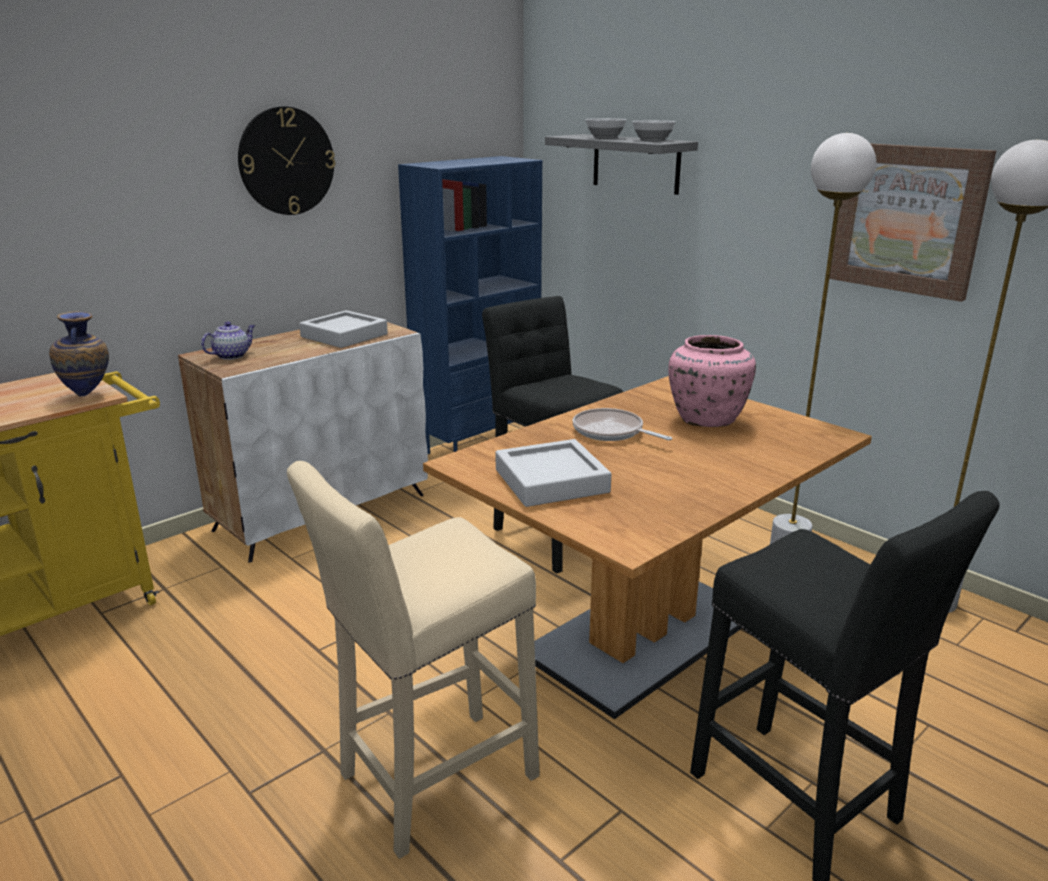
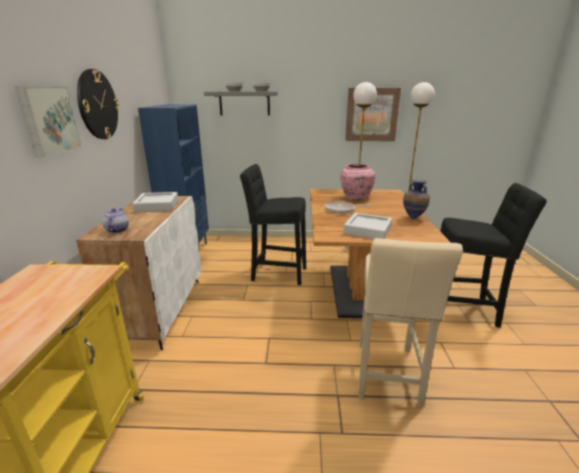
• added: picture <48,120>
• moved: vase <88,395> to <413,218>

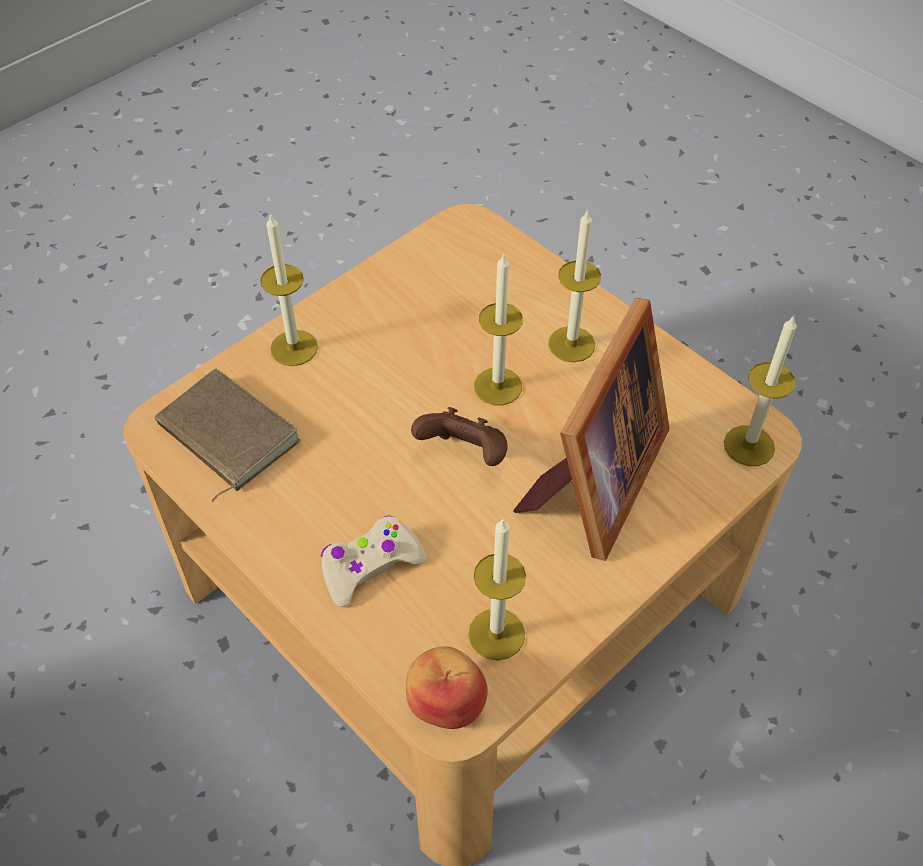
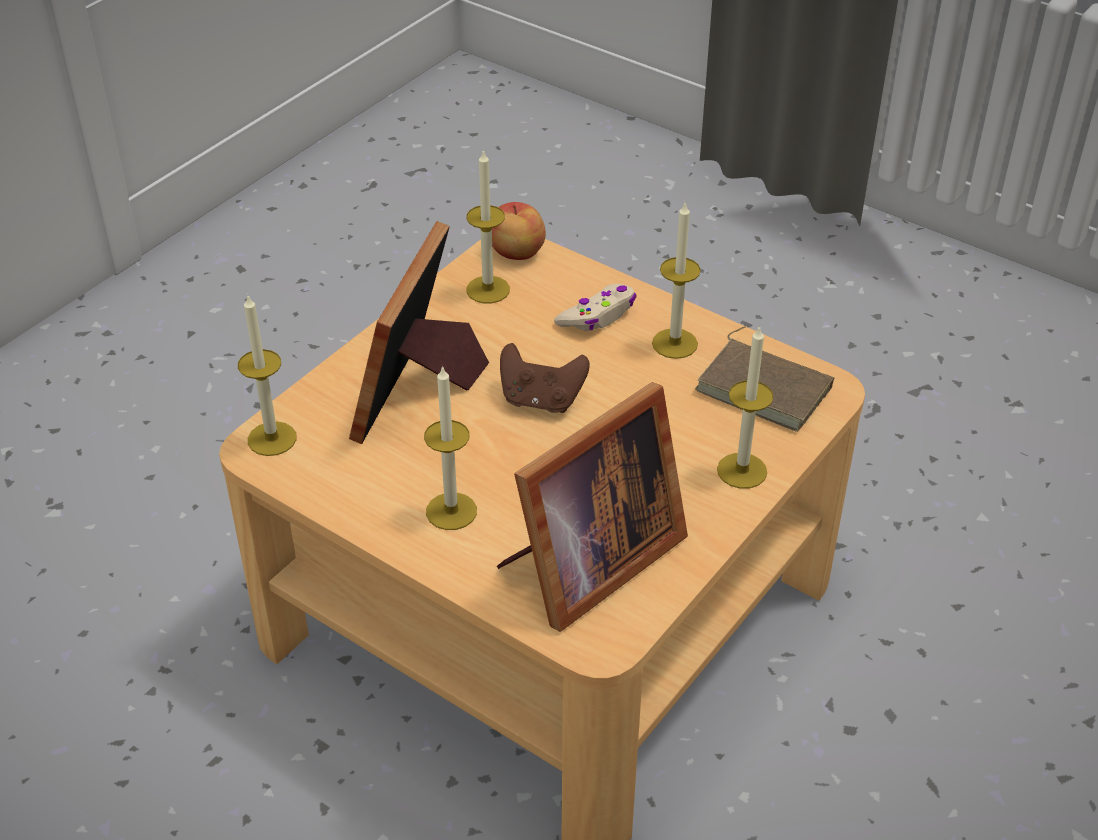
• added: picture frame <586,564>
• moved: candle <498,386> to <674,343>

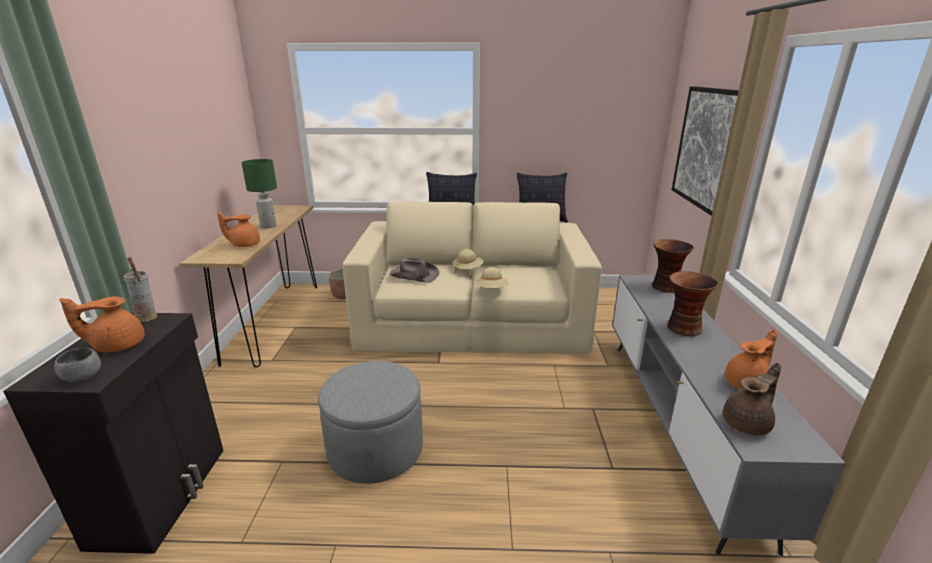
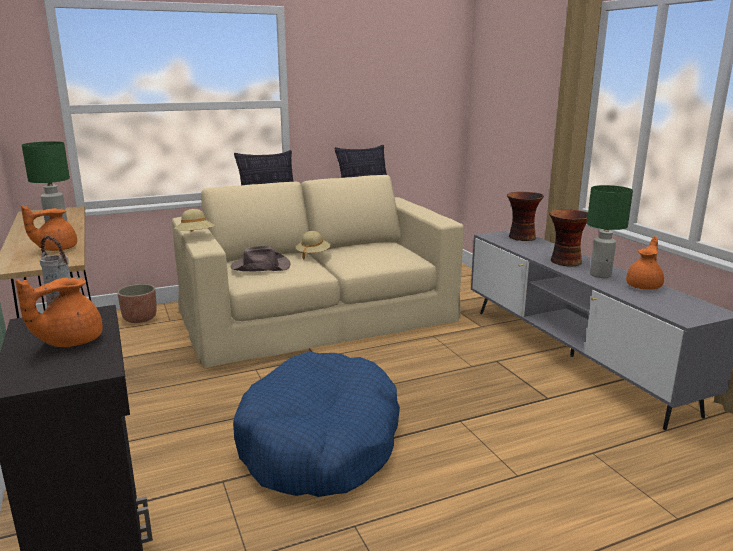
• removed: grey bowl <82,377>
• removed: picture <706,148>
• removed: brown teapot <747,424>
• added: green table lamp <600,275>
• moved: beige hat <491,290> to <195,236>
• replaced: grey ottoman <375,449> to blue dog bed <320,443>

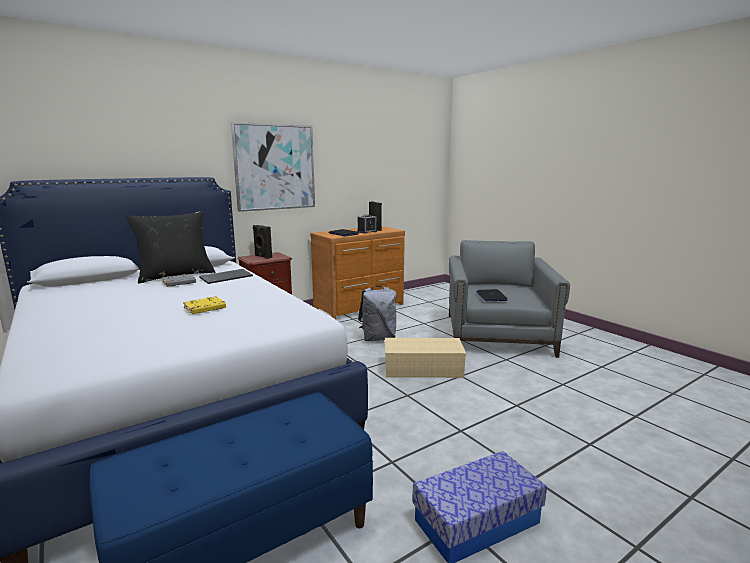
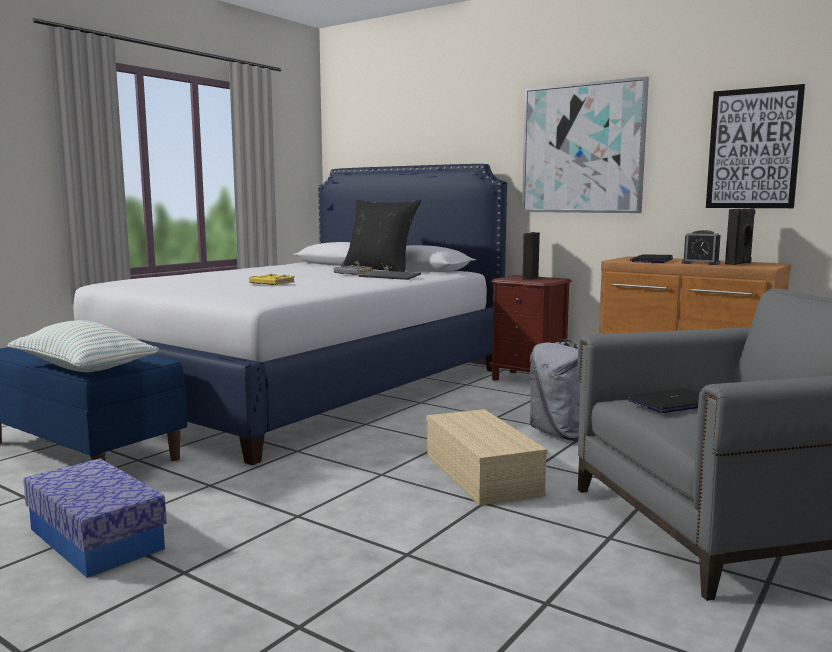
• added: pillow <83,369>
• added: picture <753,149>

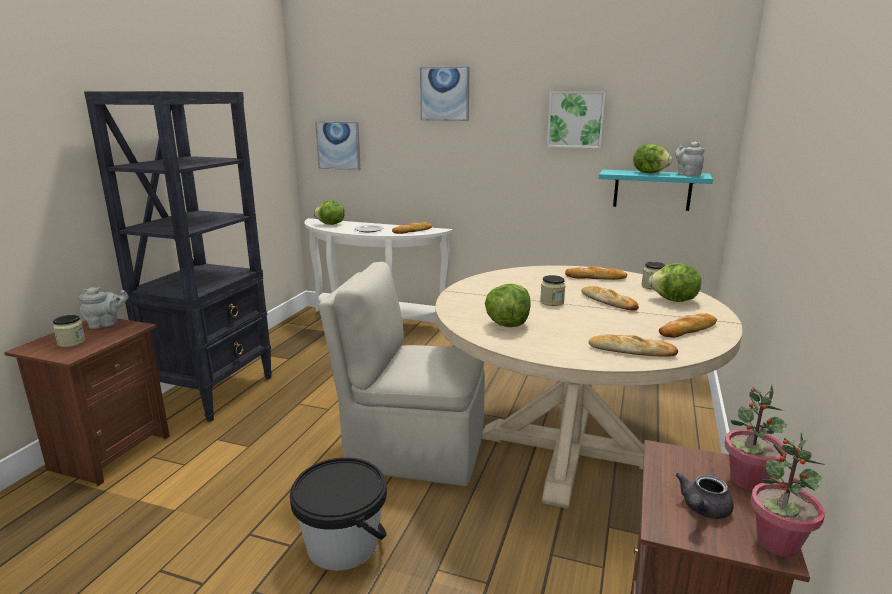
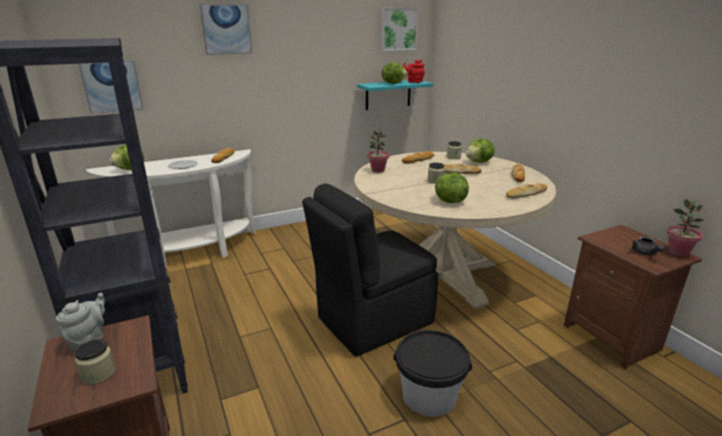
• moved: picture <576,119> to <398,29>
• moved: potted plant <747,480> to <378,170>
• recoloured: beige chair <412,450> to black chair <372,321>
• recoloured: grey teapot <687,174> to red teapot <413,82>

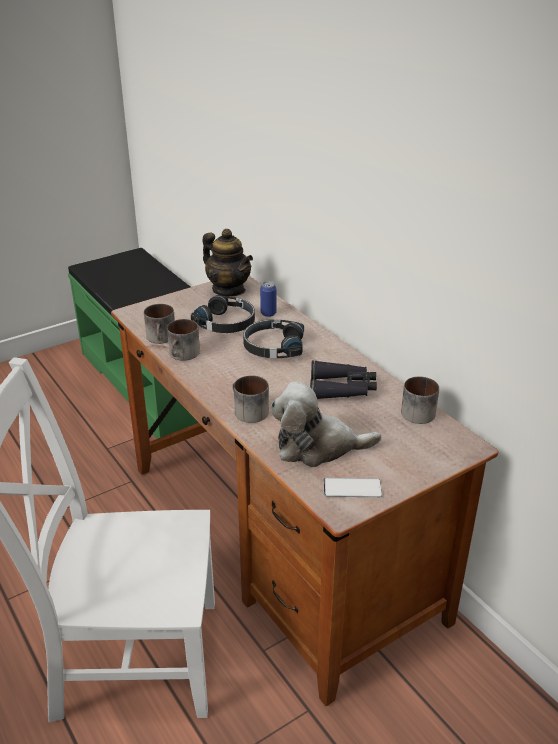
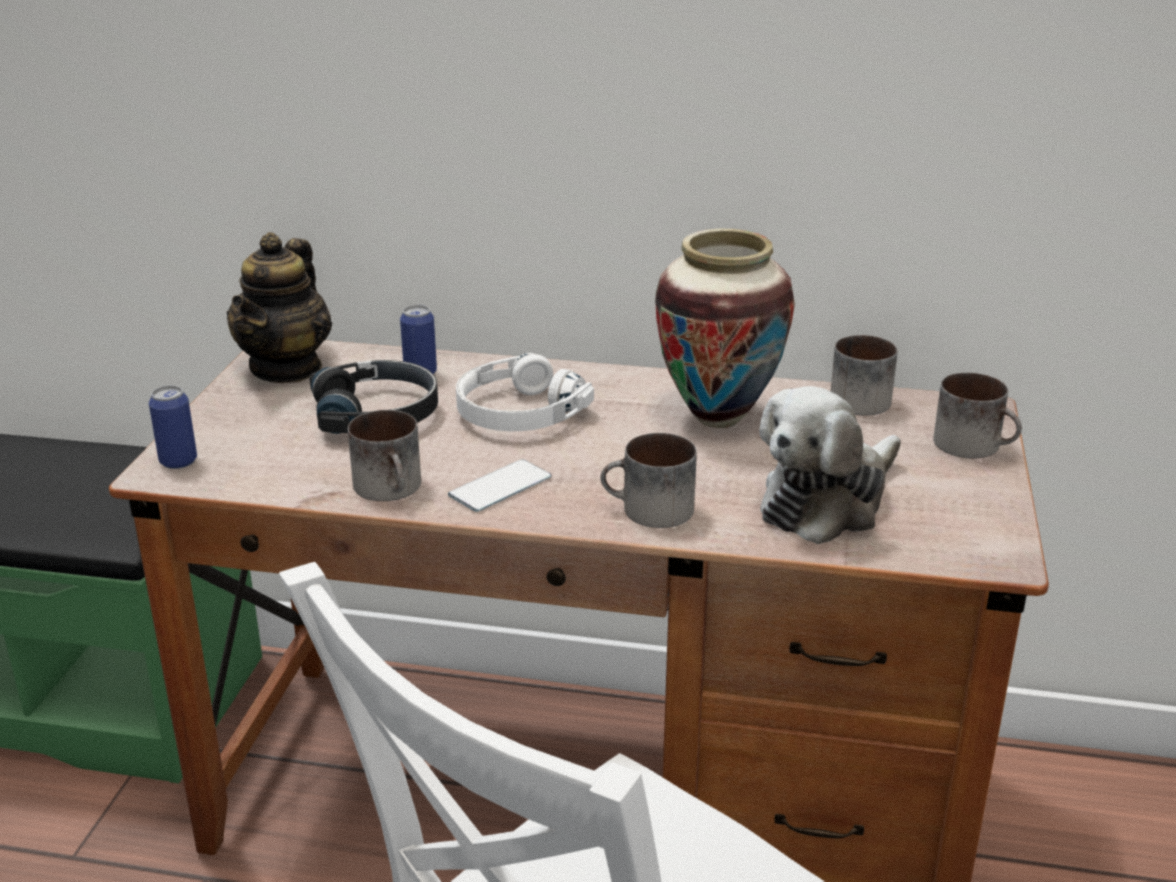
• added: can <178,461>
• moved: mug <162,338> to <975,445>
• moved: phone <352,488> to <500,486>
• replaced: black binoculars <342,389> to vase <718,418>
• recoloured: black headphones <273,347> to white headphones <517,413>
• turned: teapot <229,290> = <286,368> 105 degrees clockwise

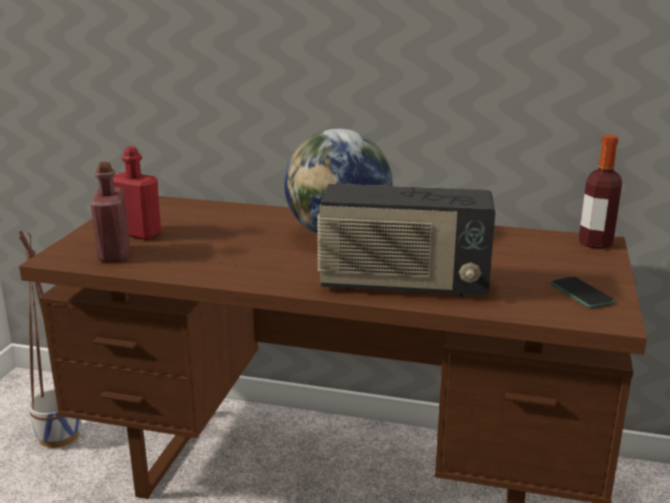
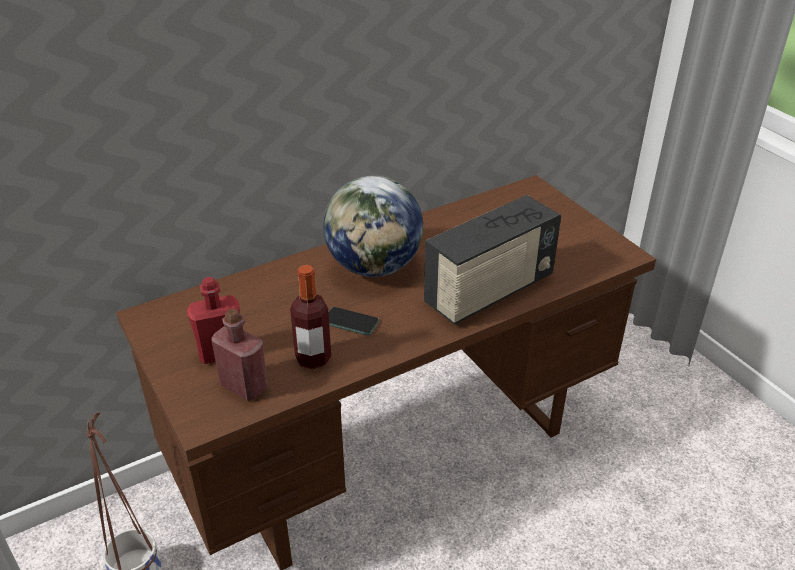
• moved: phone <581,294> to <350,322>
• moved: bottle <595,243> to <313,358>

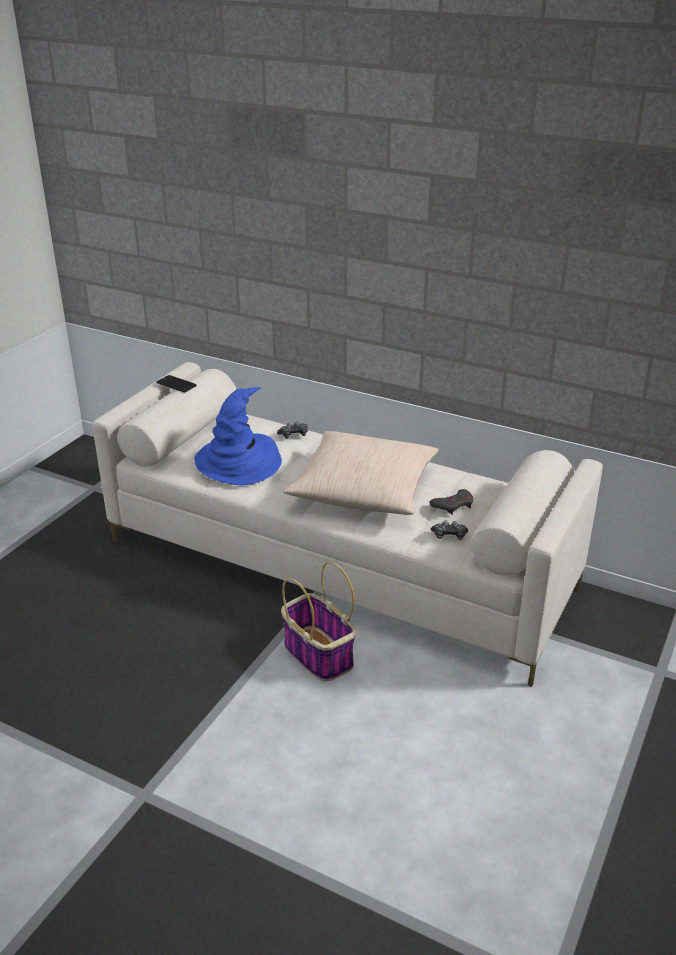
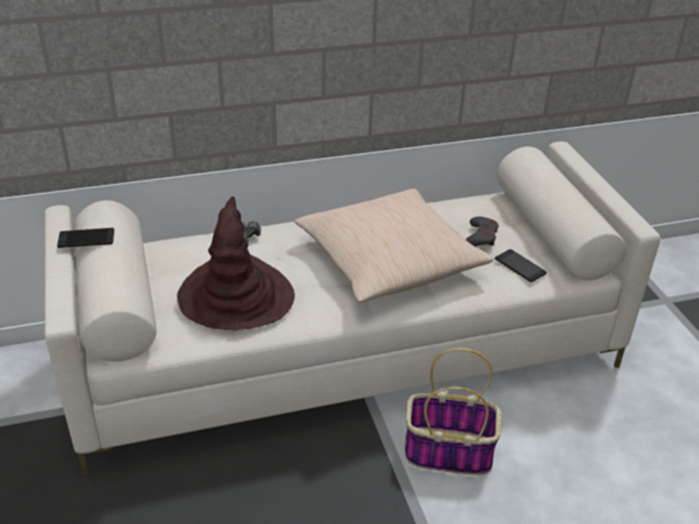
• replaced: game controller <449,536> to phone <520,266>
• recoloured: blue hat <239,462> to brown hat <236,296>

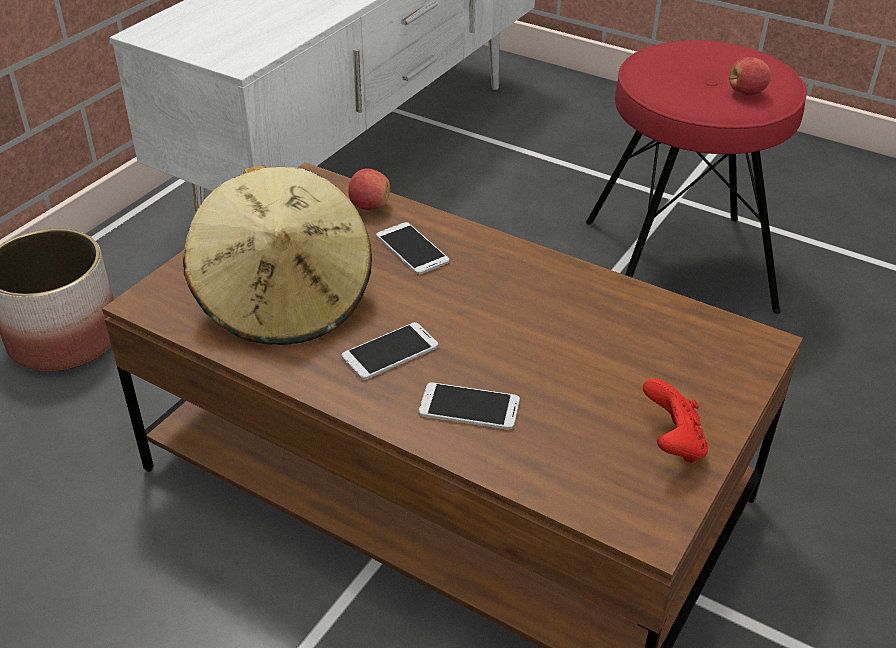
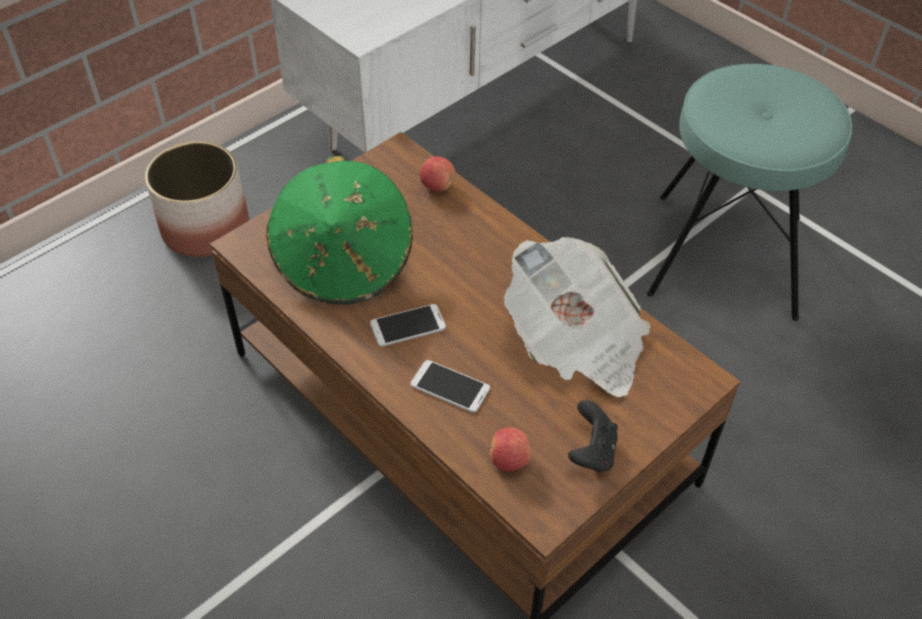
• removed: phone <412,249>
• added: newspaper <576,342>
• moved: apple <745,93> to <508,460>
• recoloured: beige hat <285,300> to green hat <344,262>
• recoloured: red stool <678,265> to turquoise stool <726,255>
• recoloured: red game controller <672,443> to black game controller <592,451>

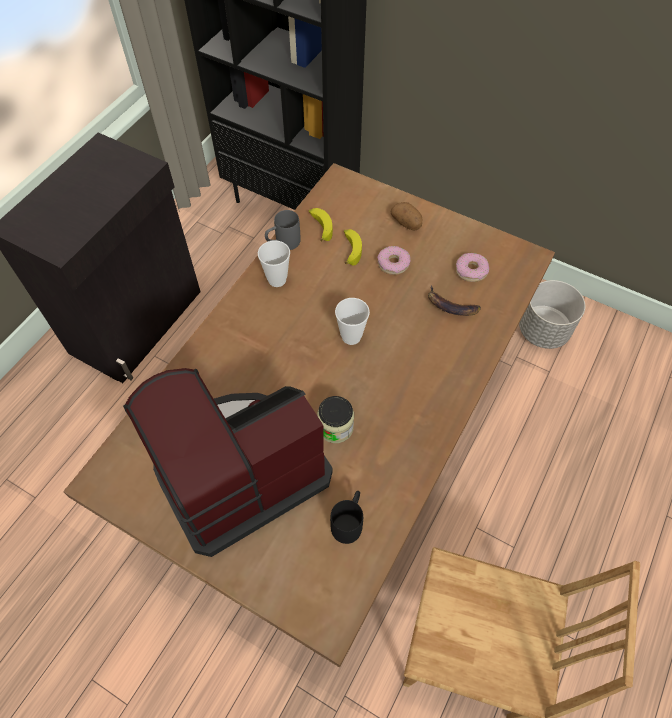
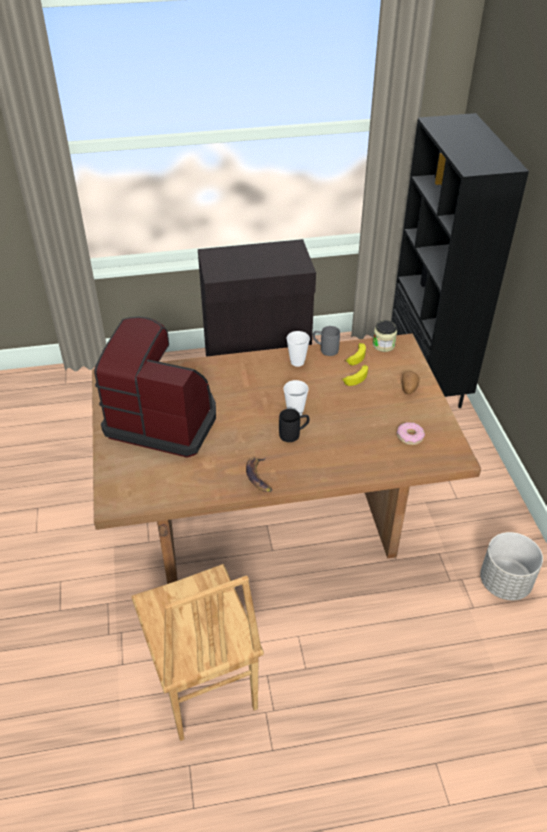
• removed: donut <393,263>
• moved: jar <335,427> to <383,345>
• moved: black mug <349,521> to <294,434>
• moved: banana <450,306> to <258,476>

